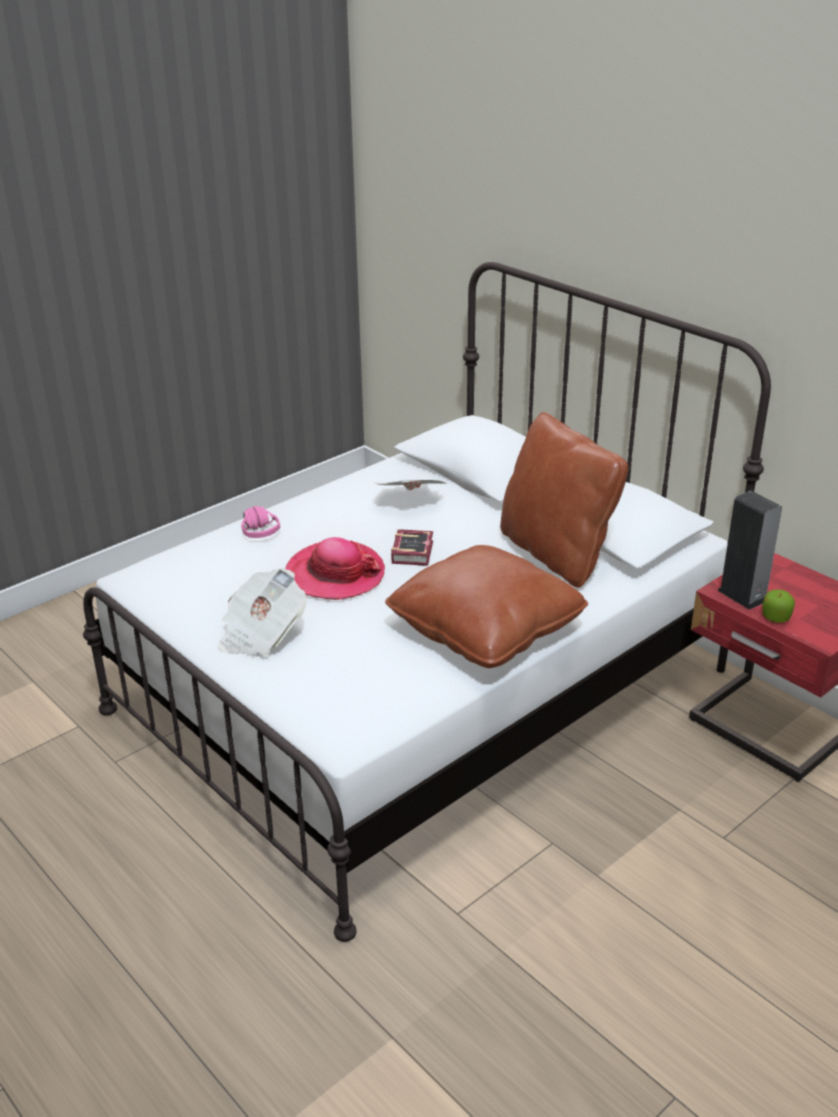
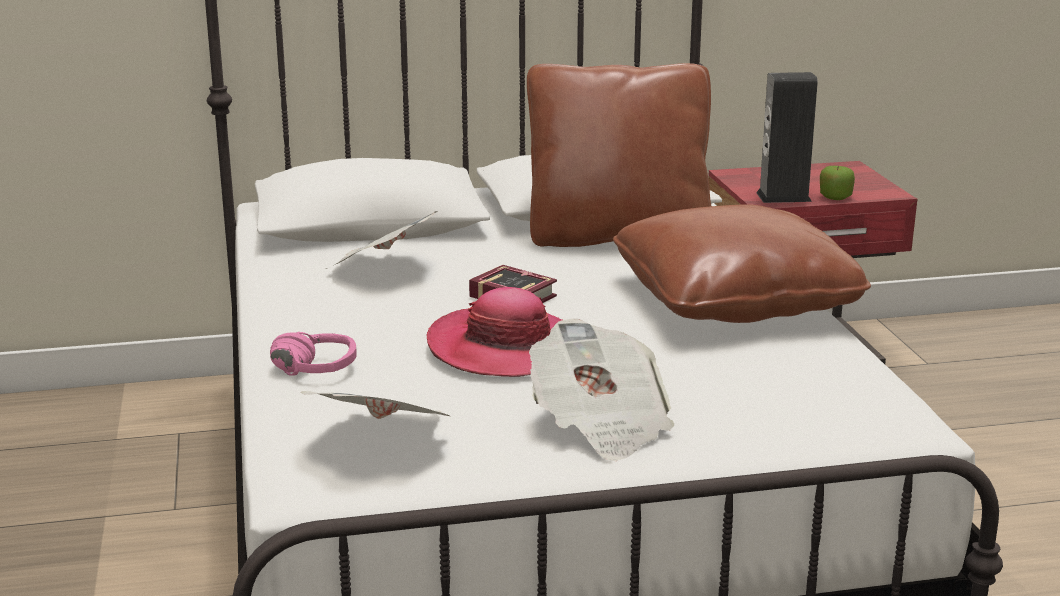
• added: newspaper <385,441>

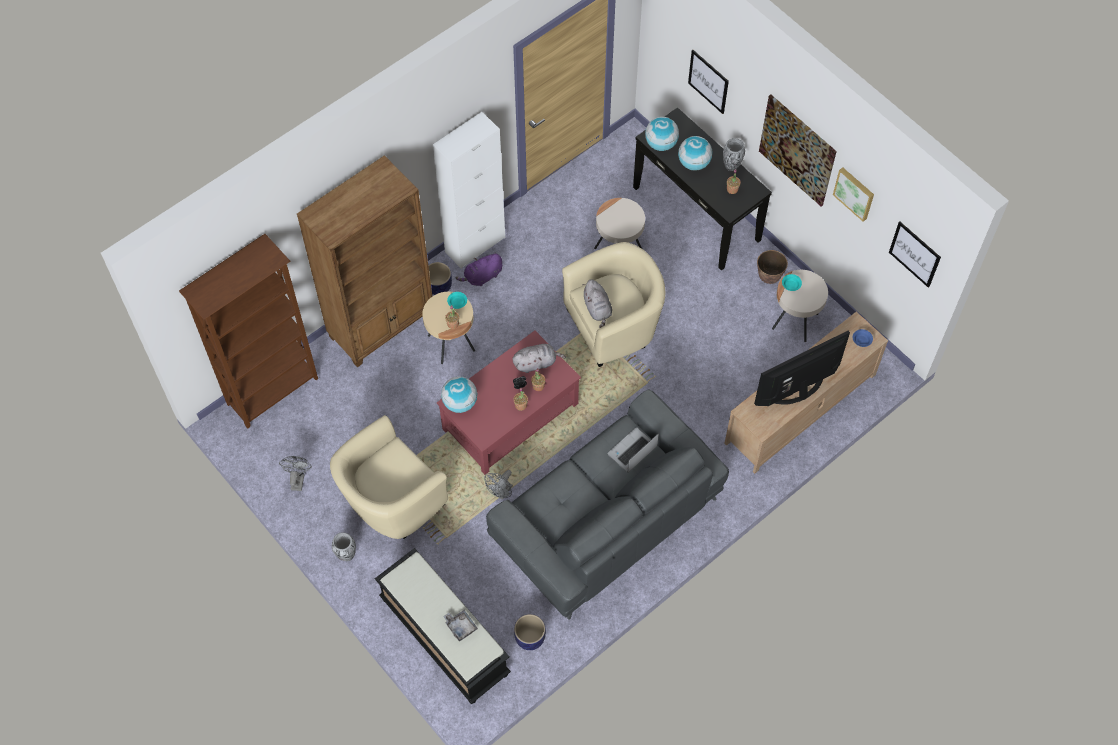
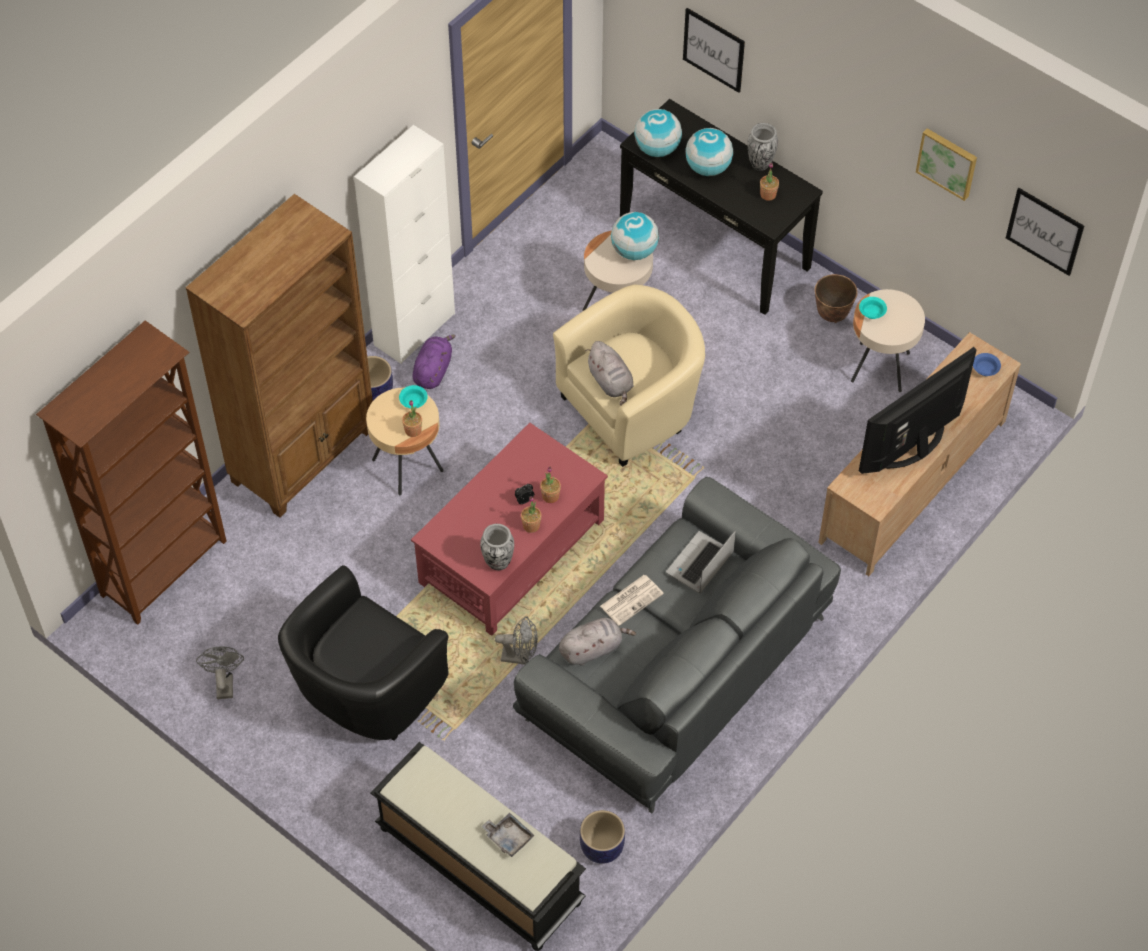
• removed: picture <797,150>
• added: newspaper <632,599>
• moved: vase <346,555> to <498,563>
• moved: globe <460,403> to <634,251>
• moved: grey plush toy <536,363> to <592,648>
• recoloured: beige armchair <390,502> to black armchair <365,693>
• turned: purple plush toy <482,277> = <433,370> 150 degrees clockwise
• turned: grey fan <501,493> = <520,657> 105 degrees counterclockwise

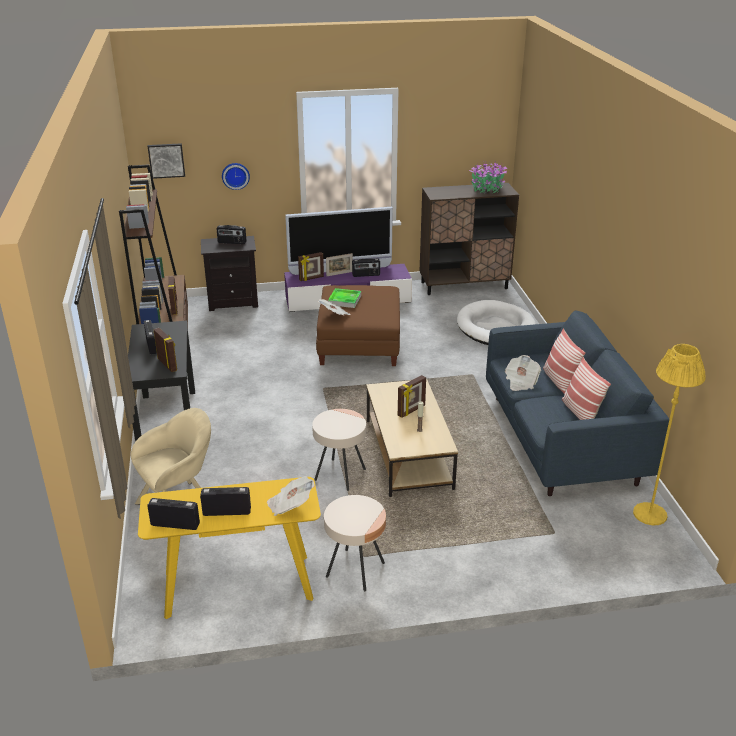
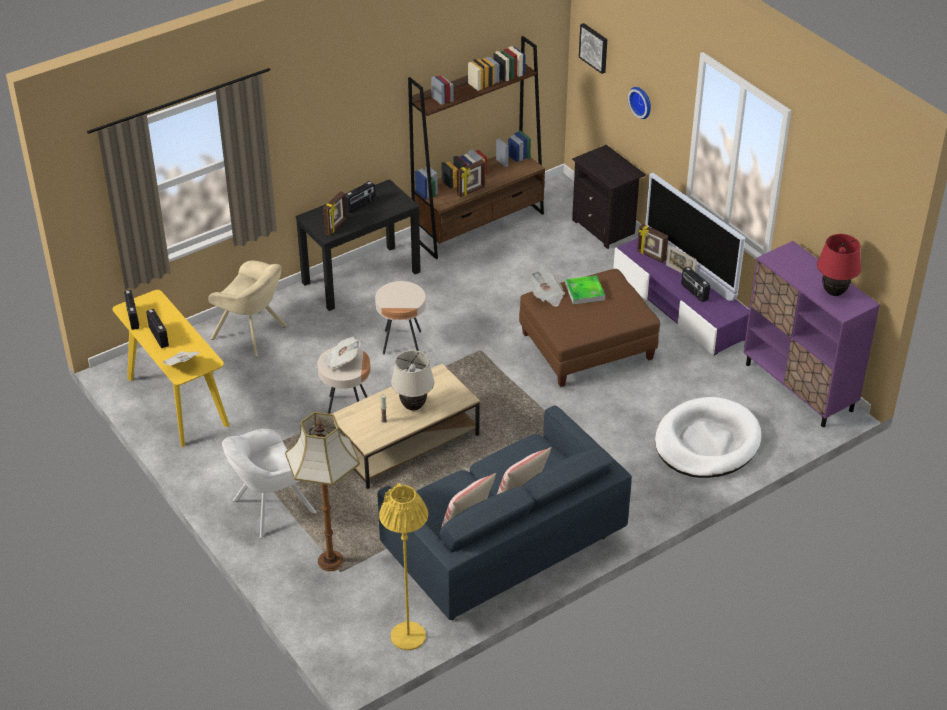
• removed: radio <232,242>
• added: white armchair <270,508>
• added: floor lamp <330,562>
• moved: beige side table <355,570> to <402,343>
• moved: newspaper <521,382> to <341,360>
• replaced: picture frame <411,411> to beige table lamp <413,406>
• replaced: potted plant <486,189> to red table lamp <834,292>
• recoloured: brown cabinet <464,285> to purple cabinet <799,387>

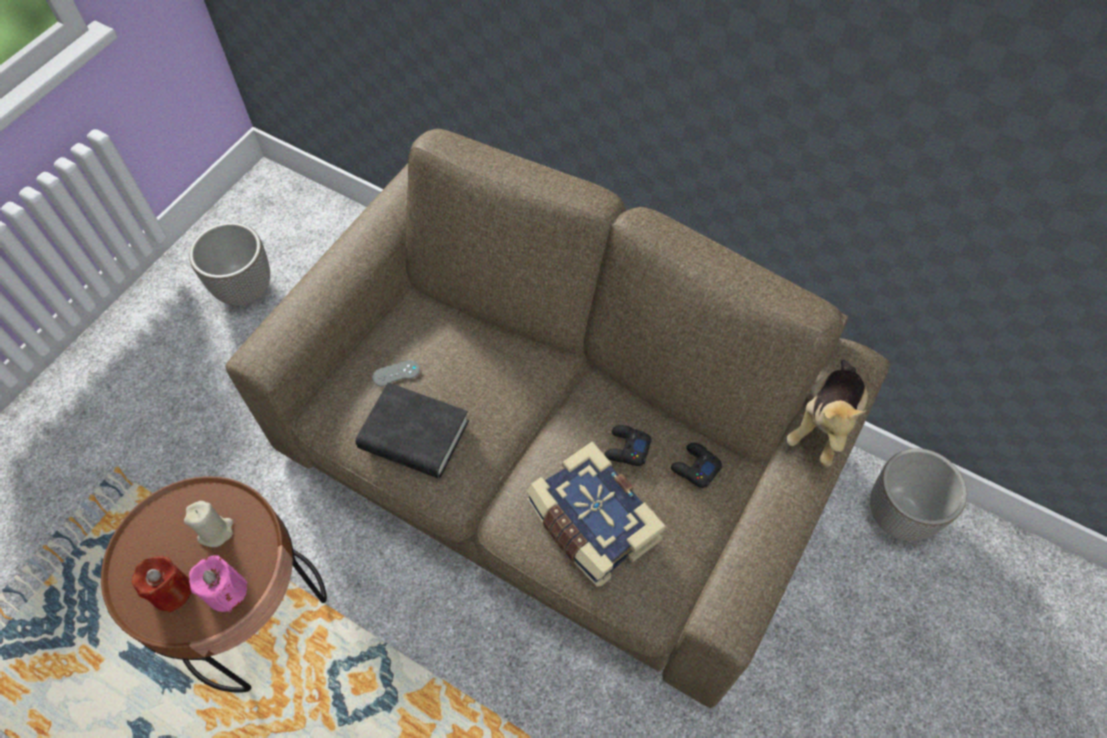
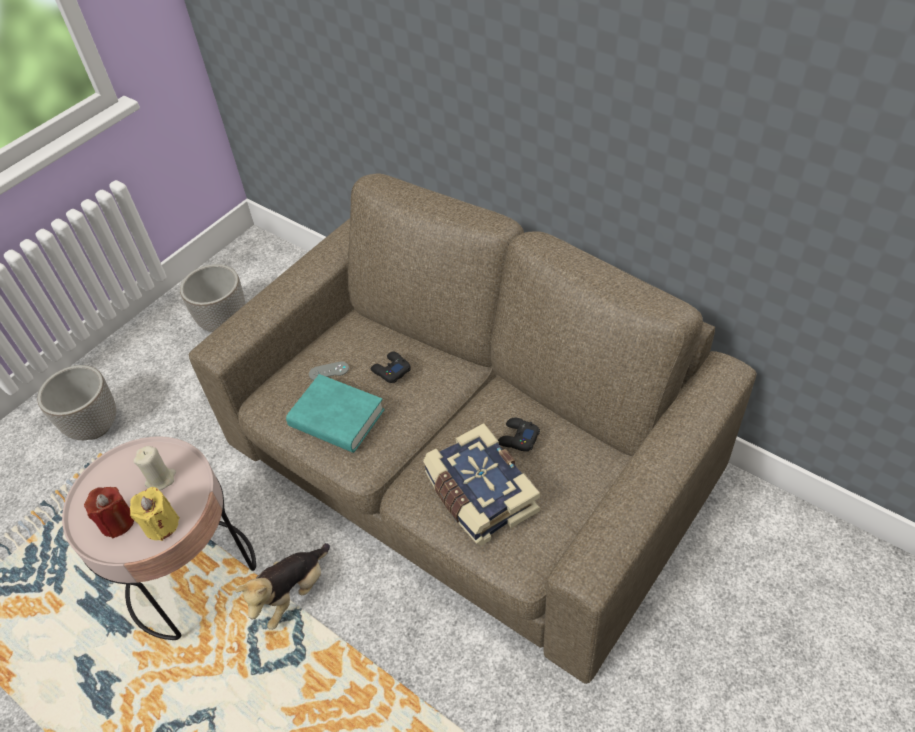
• moved: black game controller <695,467> to <391,370>
• moved: plush toy <823,423> to <293,593>
• moved: planter <899,515> to <95,426>
• recoloured: brown side table <252,614> to pink side table <192,577>
• recoloured: pink candle <226,591> to yellow candle <161,525>
• recoloured: black book <414,435> to turquoise book <337,418>

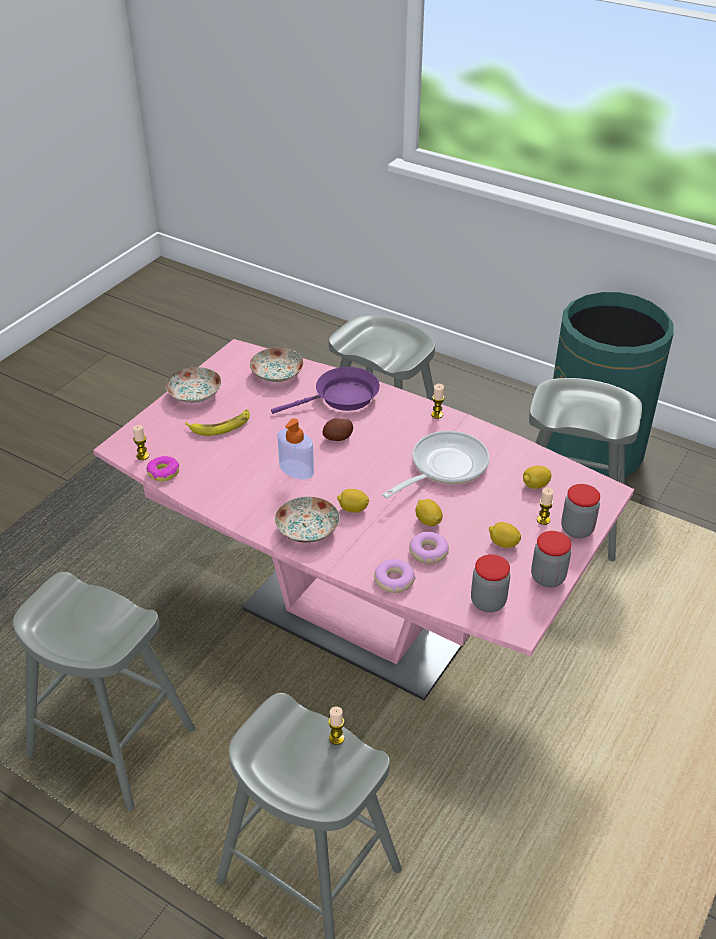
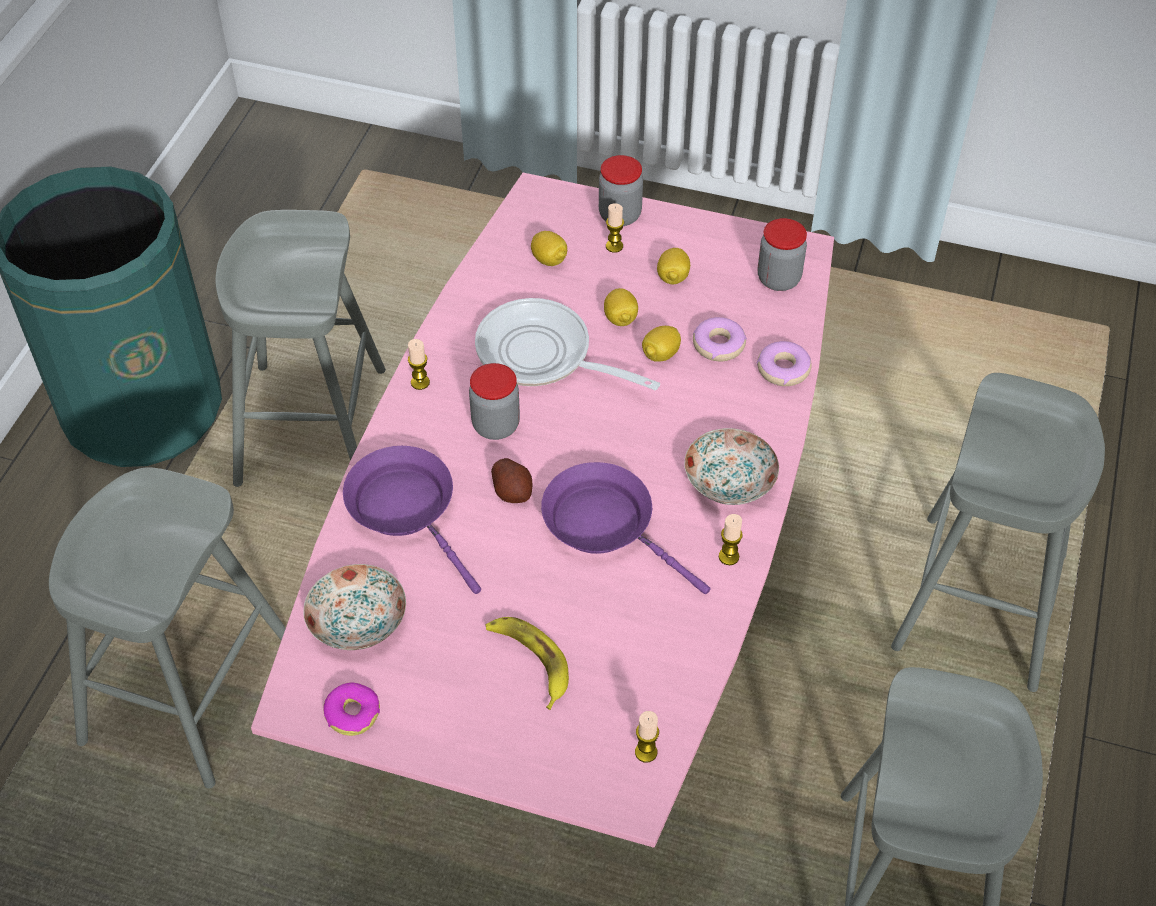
• removed: plate <194,394>
• moved: donut <164,472> to <352,713>
• moved: candle <336,738> to <728,556>
• moved: lemon <353,509> to <620,319>
• moved: jar <547,577> to <496,425>
• replaced: soap dispenser <296,469> to purple frying pan <606,525>

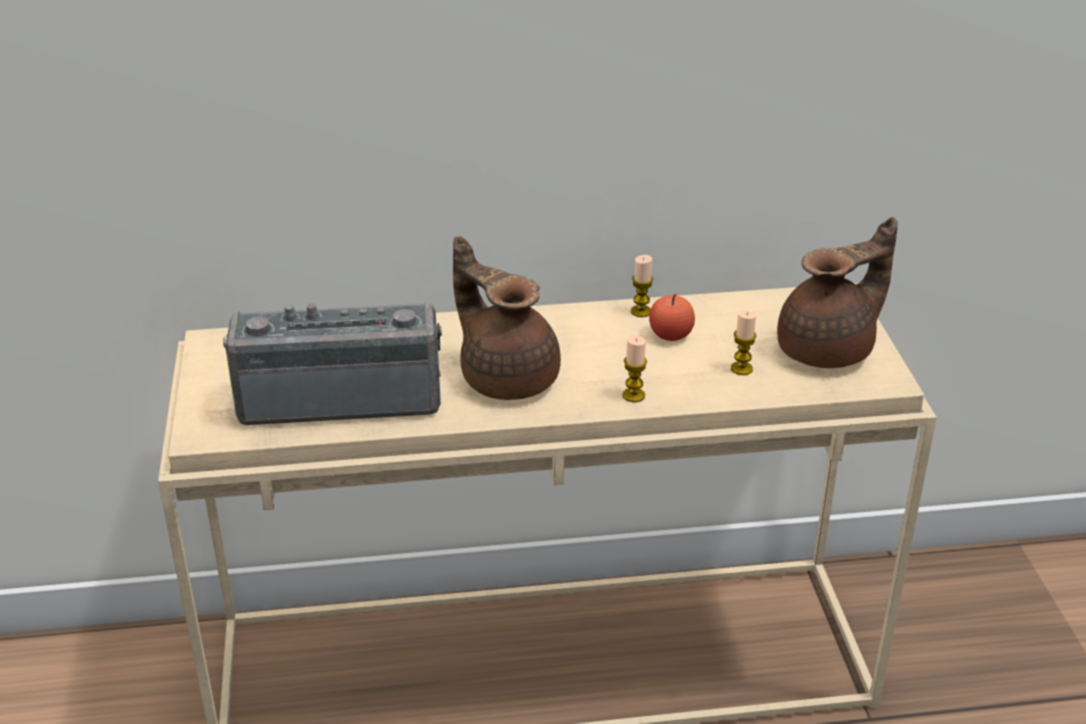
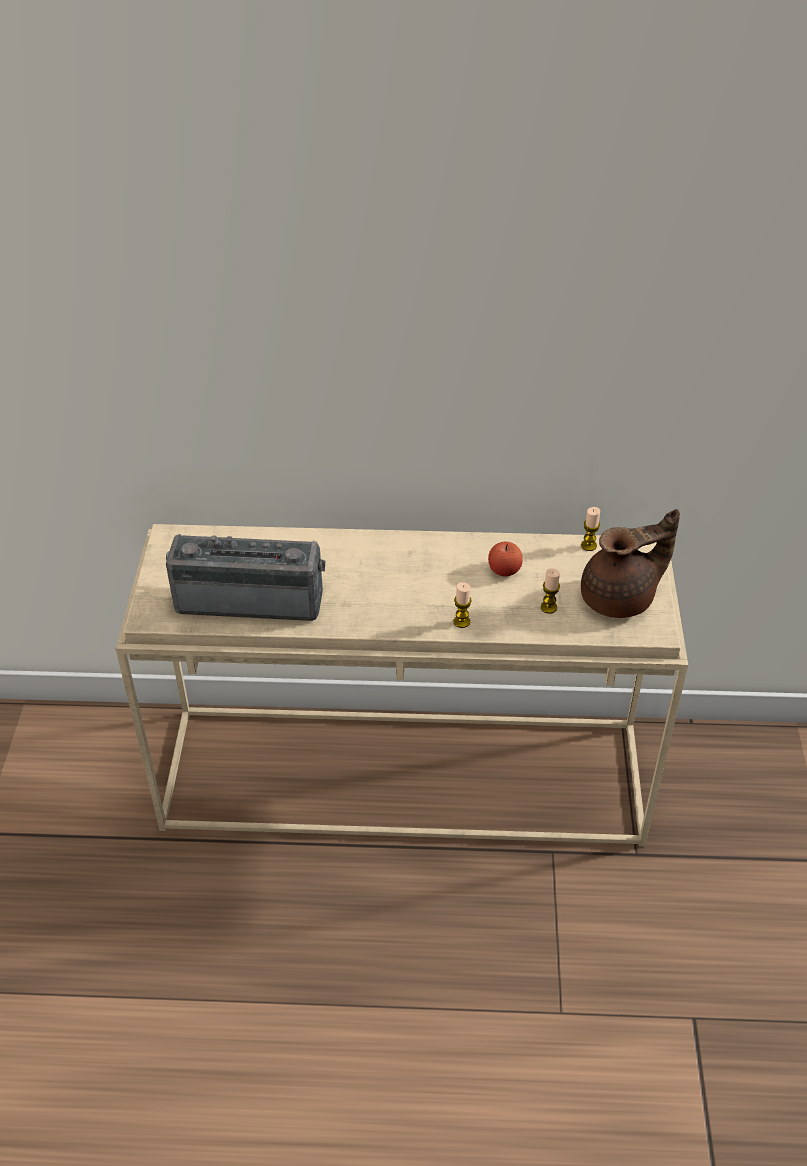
• removed: brown teapot <507,376>
• moved: candle <641,311> to <588,545>

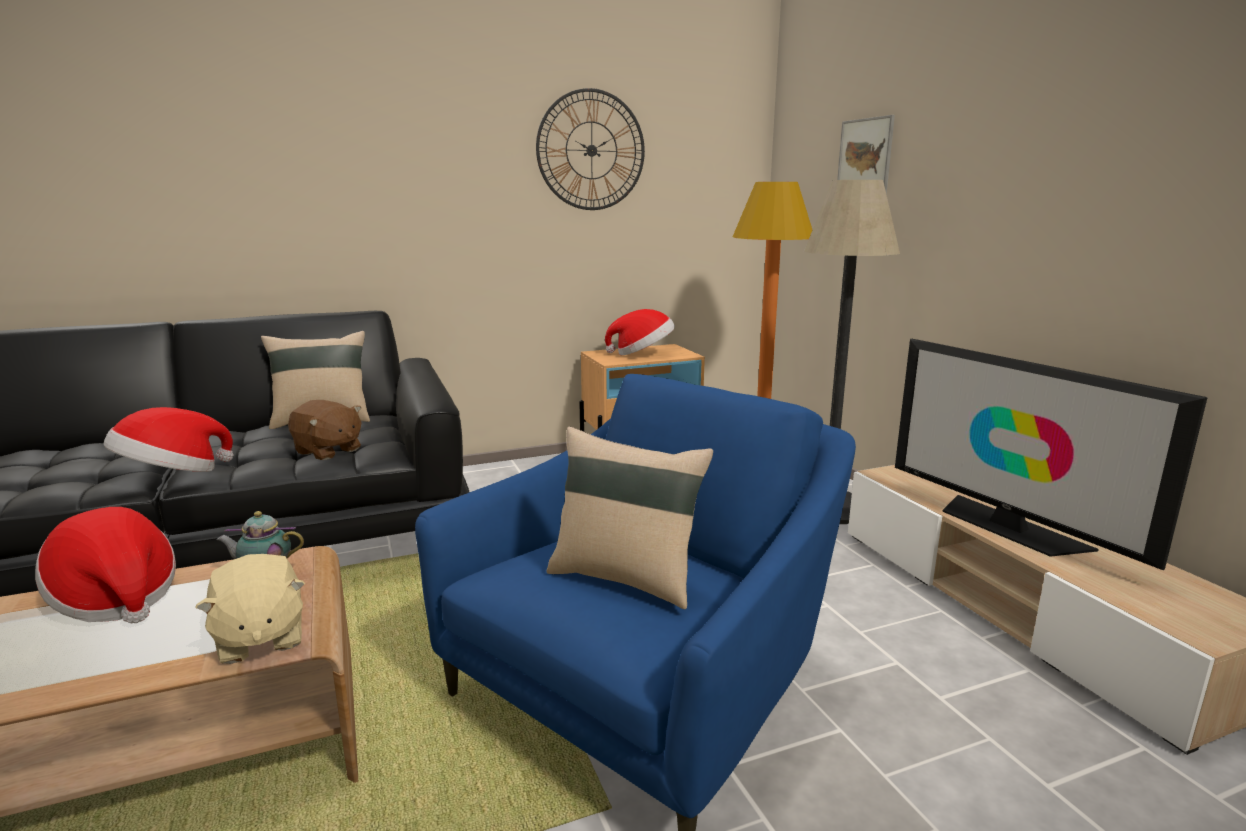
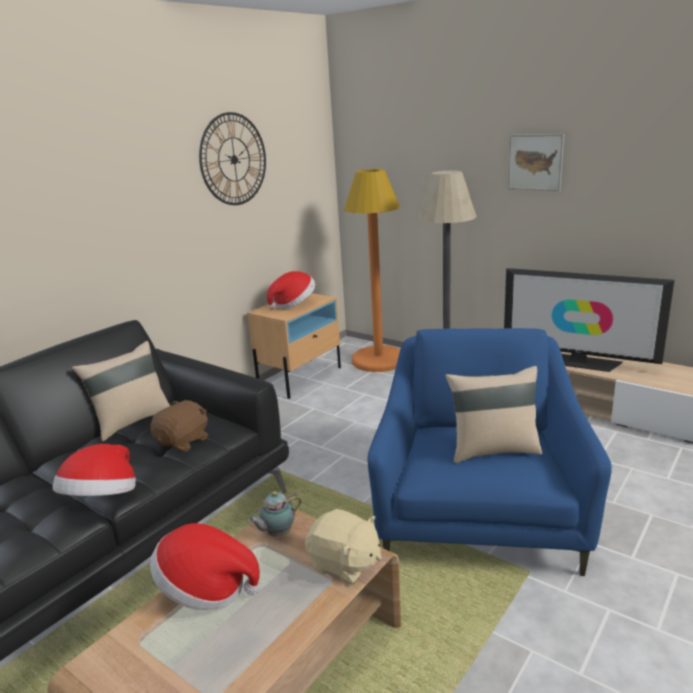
• moved: picture <865,157> to <535,162>
• turned: brown plush toy <328,451> = <184,441> 60 degrees counterclockwise

